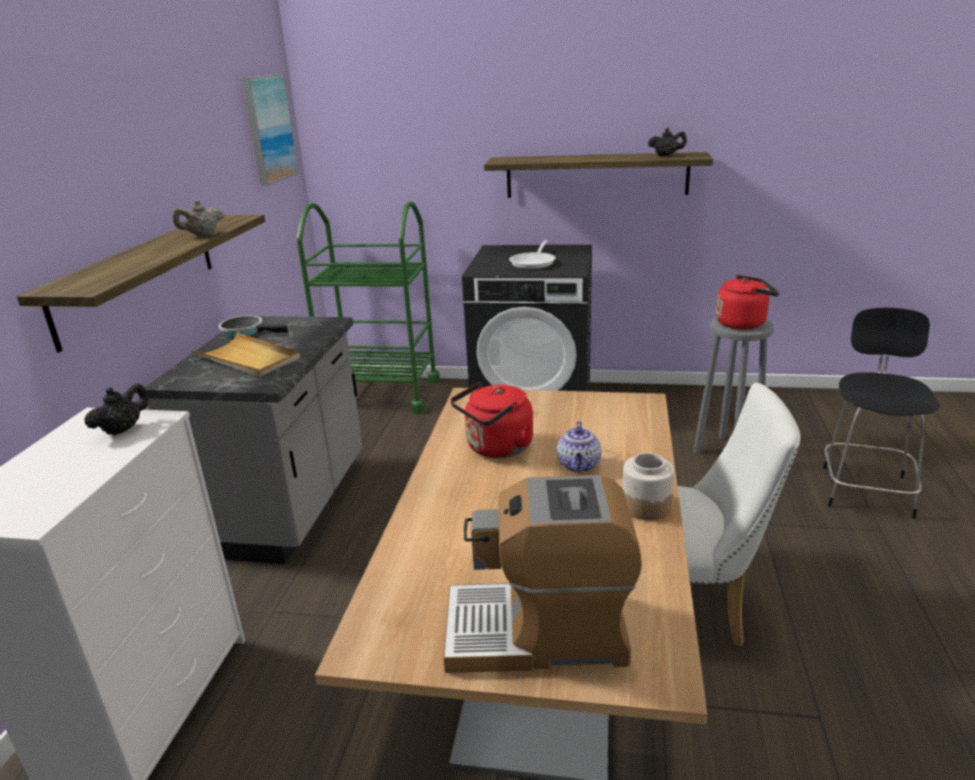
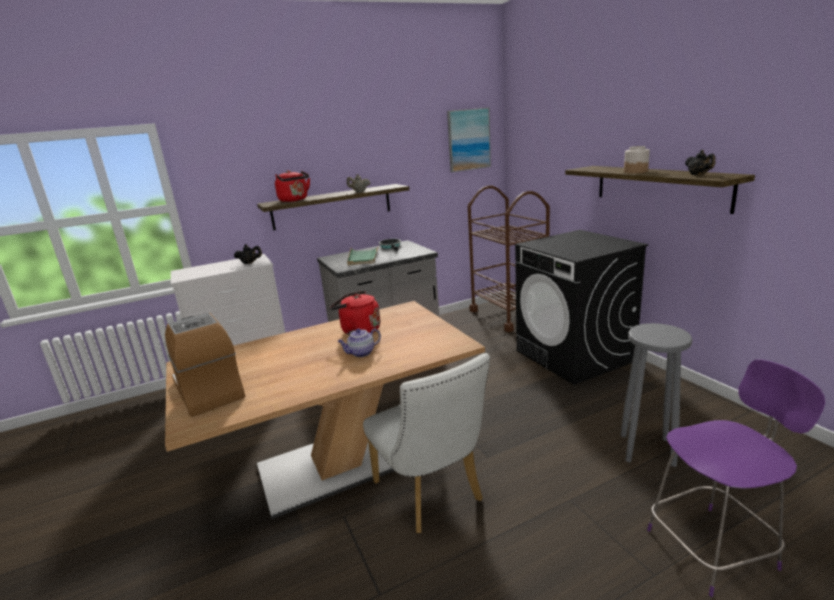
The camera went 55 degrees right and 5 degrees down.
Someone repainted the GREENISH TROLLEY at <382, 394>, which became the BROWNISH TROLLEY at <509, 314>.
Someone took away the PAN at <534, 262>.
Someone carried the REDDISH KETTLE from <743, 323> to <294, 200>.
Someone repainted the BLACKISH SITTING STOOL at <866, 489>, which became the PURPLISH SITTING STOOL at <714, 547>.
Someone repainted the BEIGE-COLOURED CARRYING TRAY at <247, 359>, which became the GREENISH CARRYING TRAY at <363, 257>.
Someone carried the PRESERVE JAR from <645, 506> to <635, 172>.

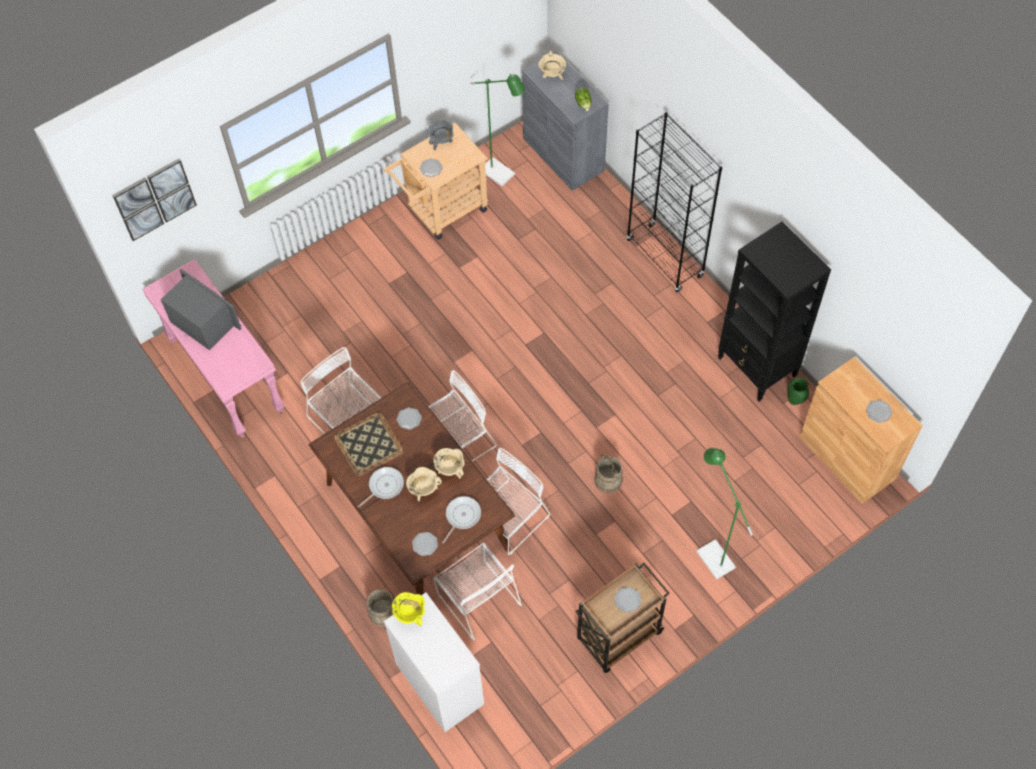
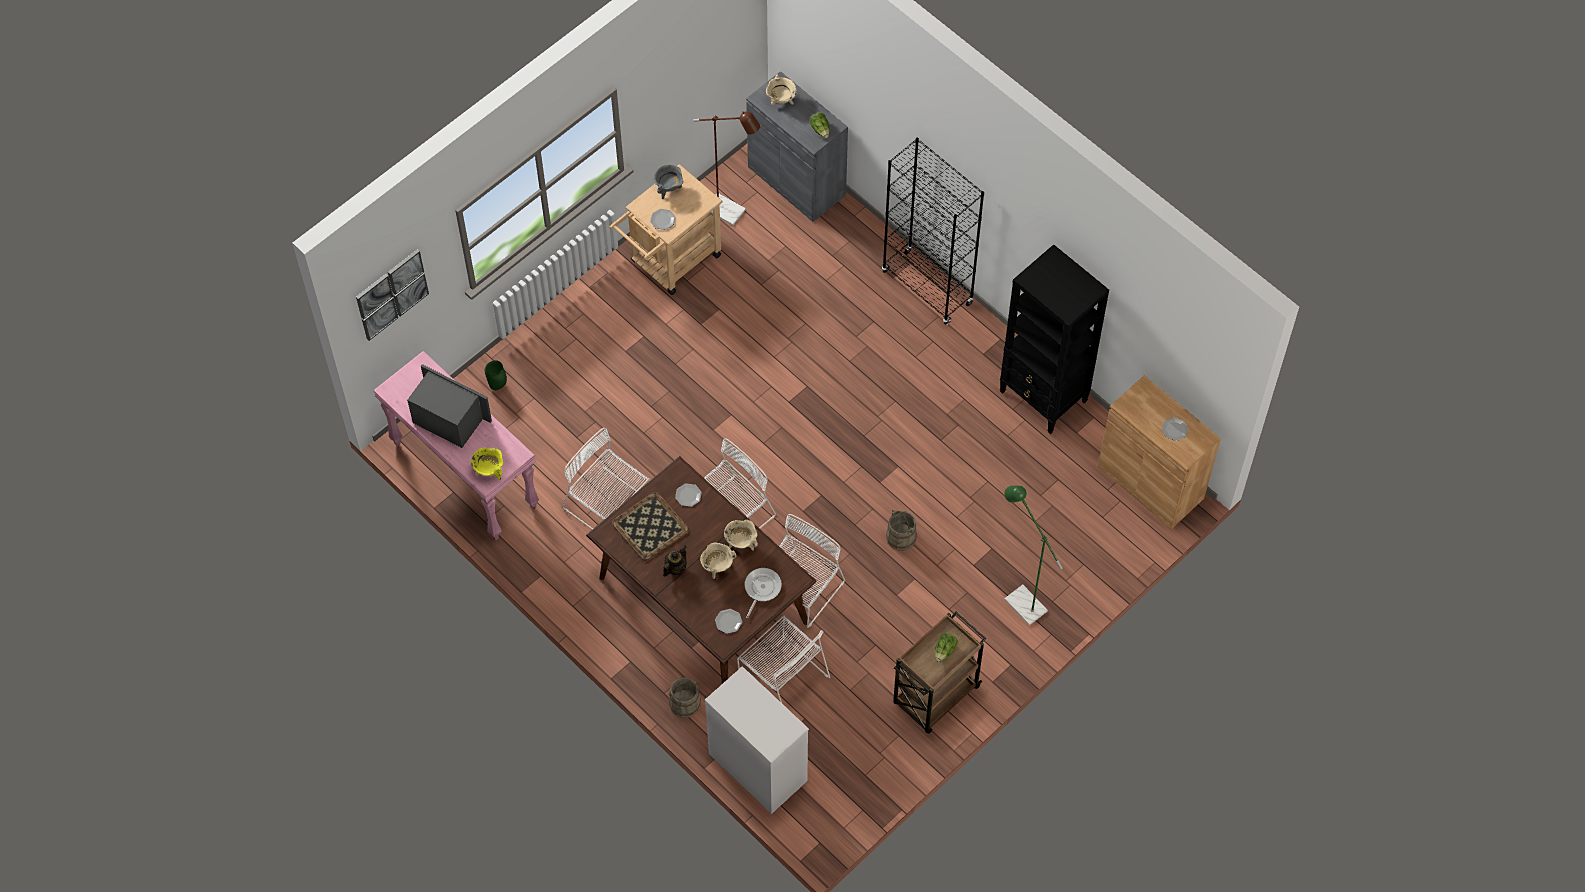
The camera went 10 degrees left and 0 degrees up.
Someone repainted the GREENISH STANDING LAMP at <502, 175>, which became the BROWNISH STANDING LAMP at <731, 213>.
Someone carried the GREENISH DECORATIVE VASE from <795, 400> to <498, 385>.
Someone swapped the PAN at <384, 486> for the TEAPOT at <675, 568>.
Someone swapped the PLATE at <628, 600> for the LETTUCE at <945, 650>.
Someone carried the YELLOW SAUCEPOT from <410, 615> to <489, 471>.

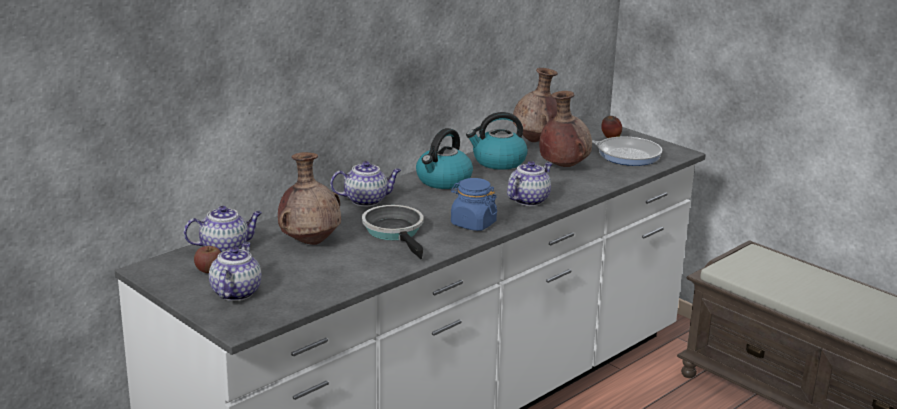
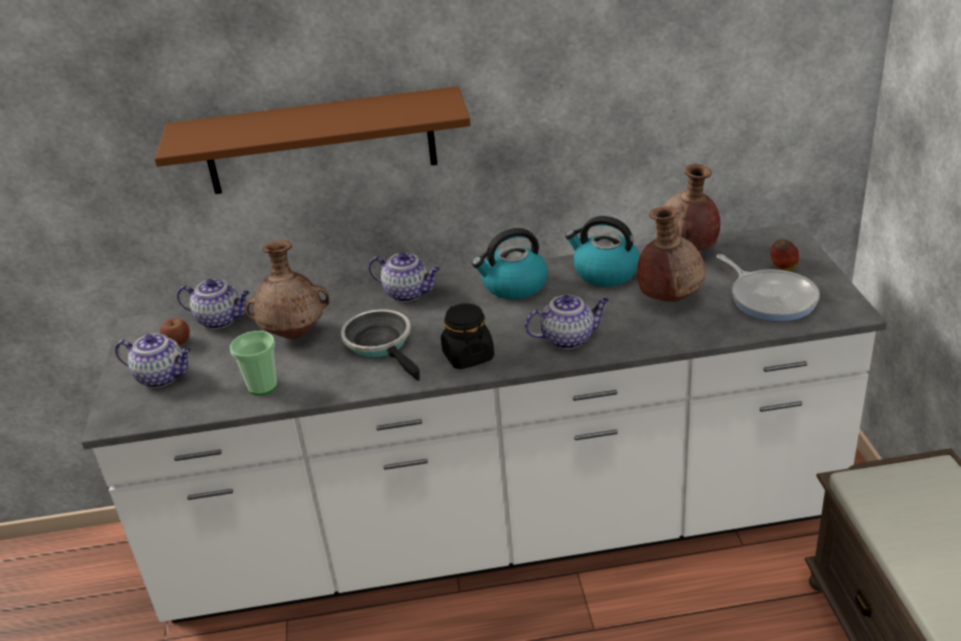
The camera went 40 degrees right and 10 degrees up.
Someone repainted the BLUISH PRESERVE JAR at <473, 224>, which became the BLACKISH PRESERVE JAR at <468, 356>.
Someone rotated the PAN at <395, 232> by 45 degrees counterclockwise.
Someone rotated the TEAPOT at <235, 292> by 60 degrees clockwise.
Someone put up the BROWNISH SHELF at <320, 141>.
Someone put down the CUP at <262, 386>.

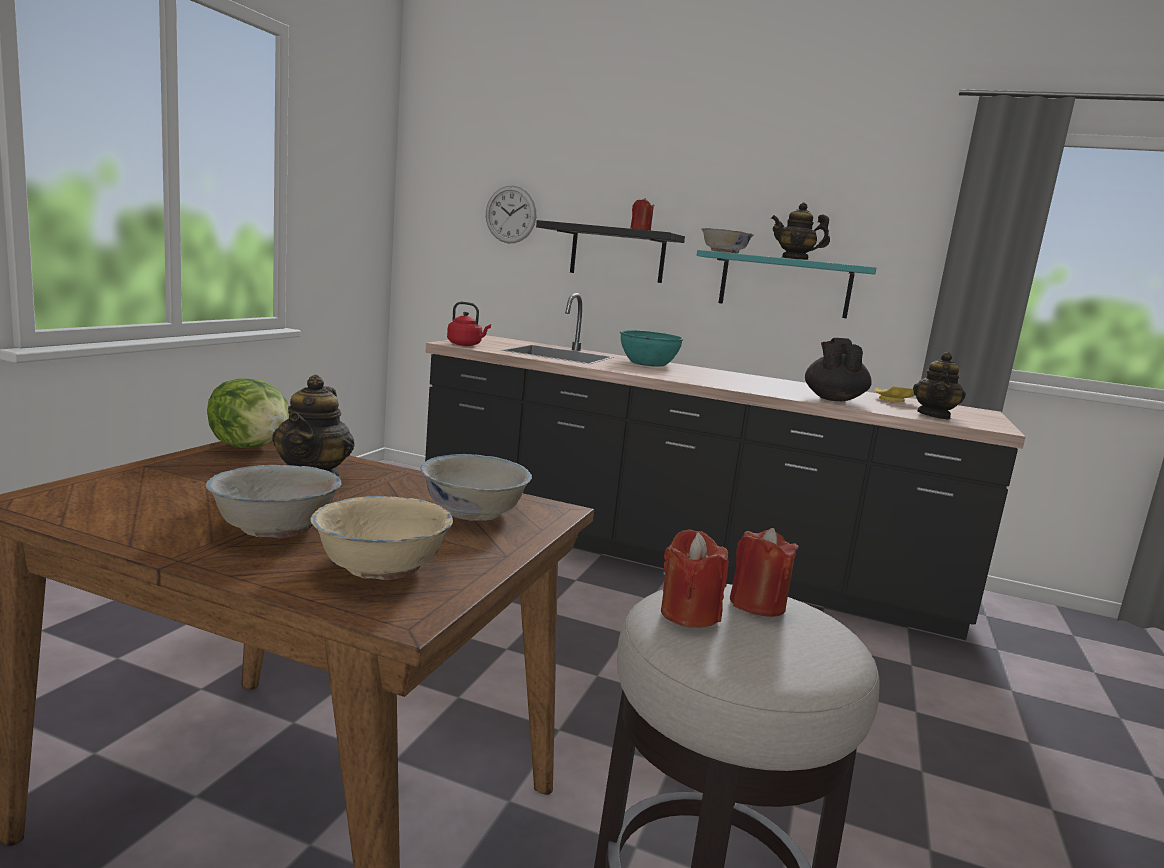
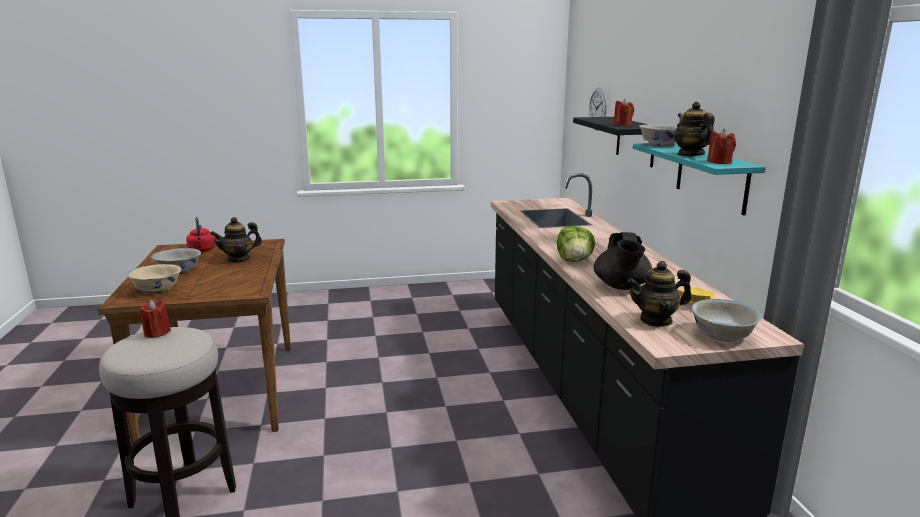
The camera went 60 degrees right and 5 degrees up.
Someone carried the REDDISH KETTLE from <466, 345> to <202, 250>.
Someone took away the BLUE-GREEN SERVING BOWL at <648, 363>.
Someone rotated the BLACKISH TEAPOT at <833, 399> by 120 degrees clockwise.
Someone carried the LETTUCE from <251, 446> to <574, 261>.
Someone carried the WHITE SERVING BOWL from <473, 511> to <722, 335>.
Someone carried the REDDISH CANDLE from <757, 604> to <719, 162>.

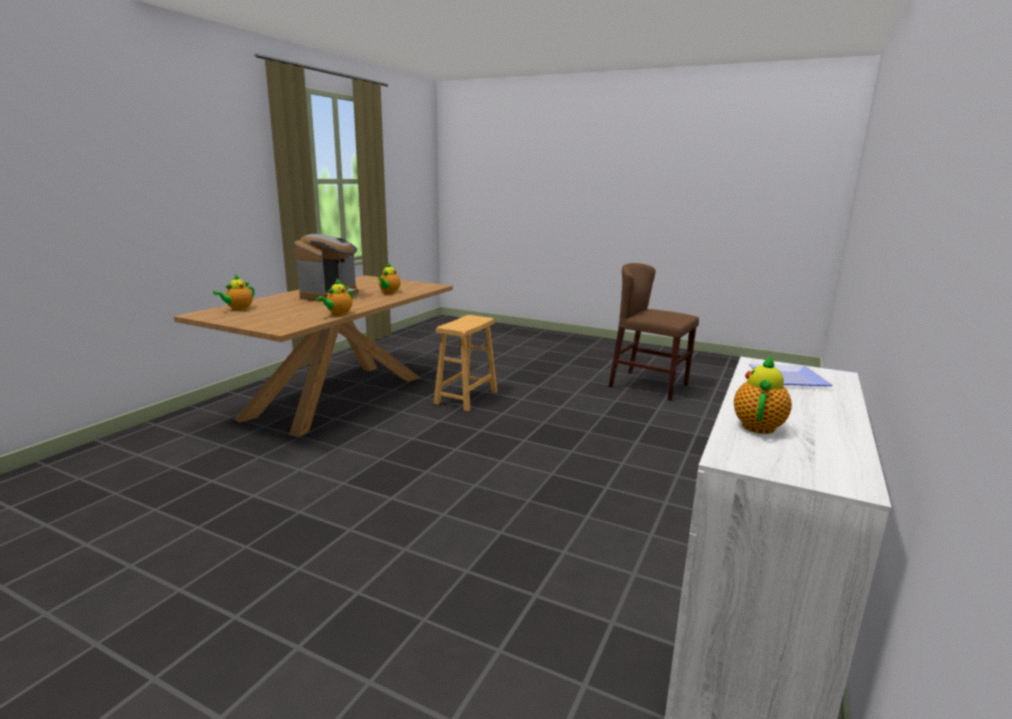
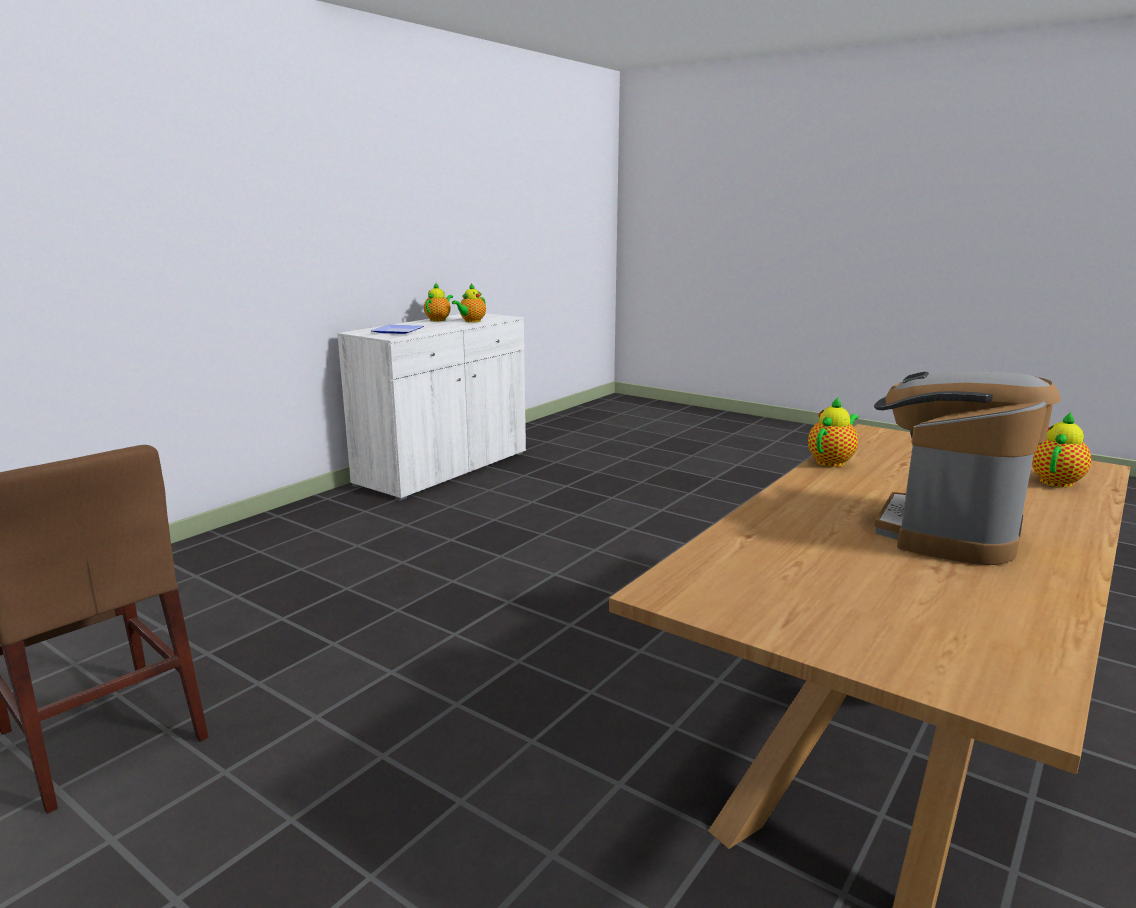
The camera went 170 degrees left and 0 degrees up.
Someone carried the TEAPOT from <389, 292> to <439, 320>.
Someone took away the BROWNISH SITTING STOOL at <466, 397>.

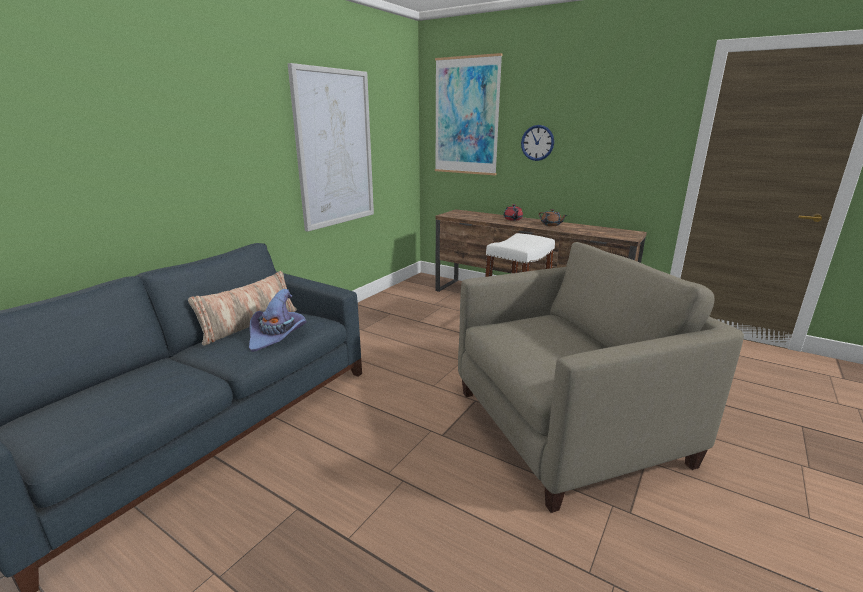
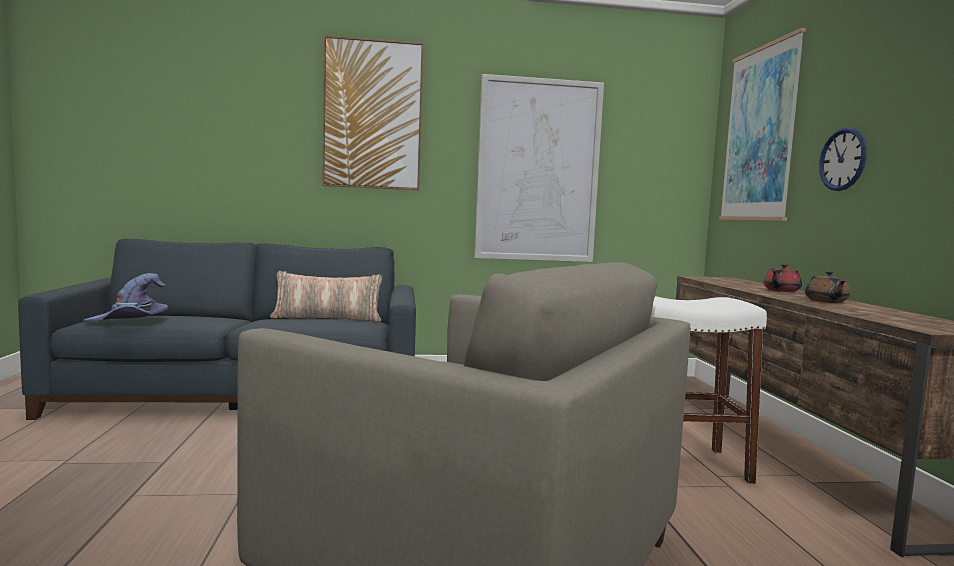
The camera went 50 degrees right and 15 degrees down.
Someone carried the PURPLISH CLOTHING HAT from <277, 335> to <130, 322>.
Someone put up the WALL ART at <373, 115>.

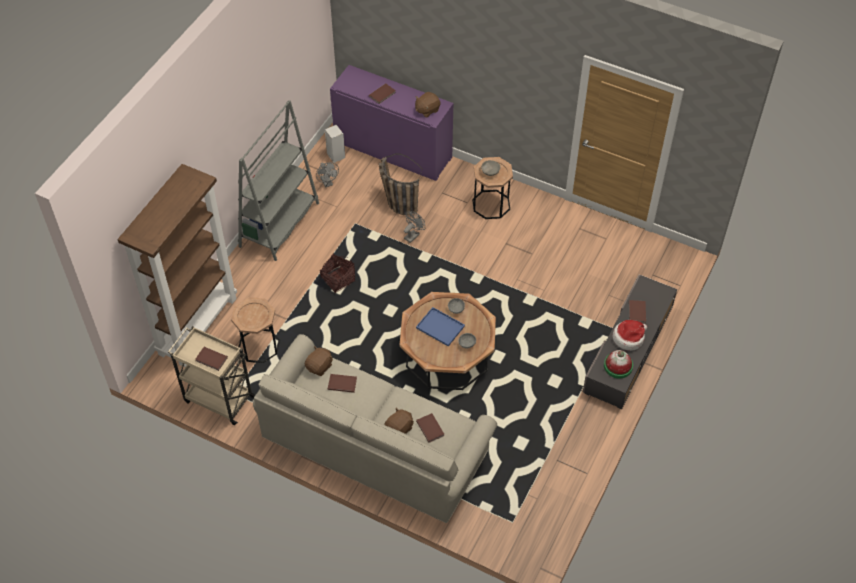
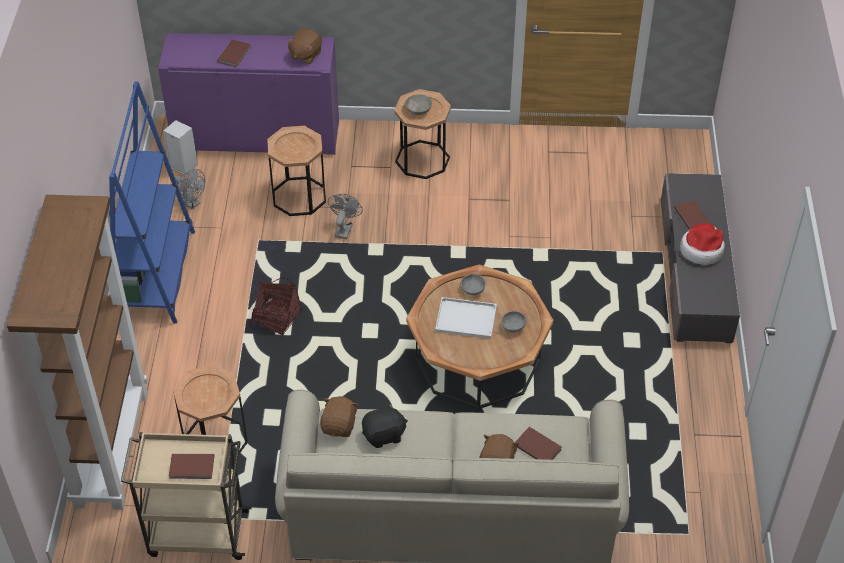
The camera went 25 degrees left and 5 degrees down.
Someone repainted the GRAY BOOKSHELF at <279, 225>, which became the BLUISH BOOKSHELF at <155, 276>.
Someone swapped the BASKET at <397, 202> for the BROWNISH SIDE TABLE at <299, 196>.
Someone repainted the BLUISH CARRYING TRAY at <441, 327>, which became the WHITE CARRYING TRAY at <467, 318>.
Someone took away the CLOTHING HAT at <618, 366>.
Someone swapped the BROWNISH BOUND BOOK at <342, 383> for the BLACKISH PLUSH TOY at <384, 435>.

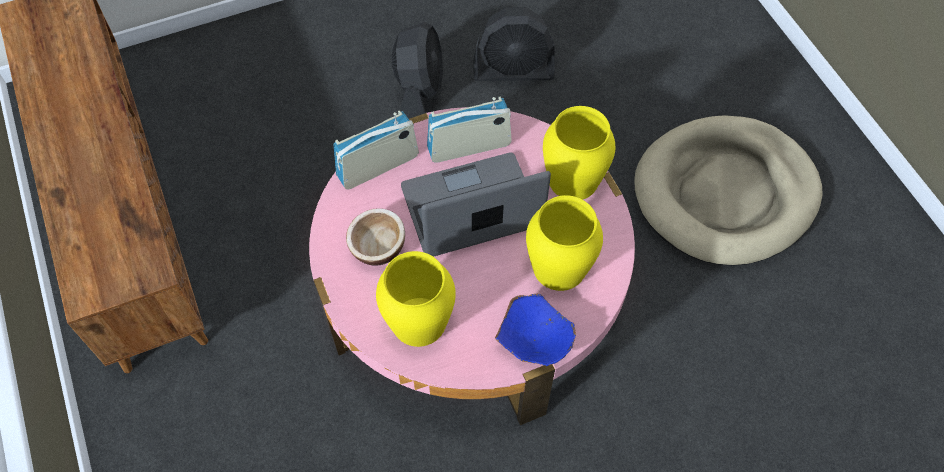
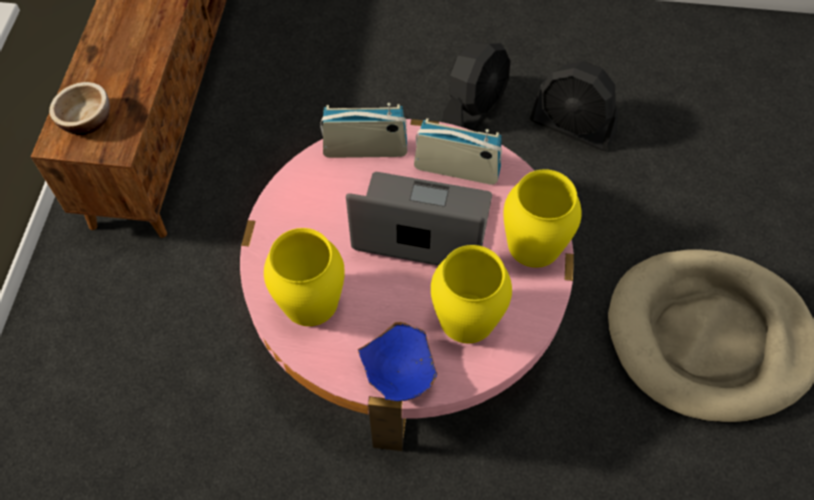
The camera went 30 degrees right and 0 degrees up.
Someone carried the SERVING BOWL from <378, 247> to <86, 120>.

